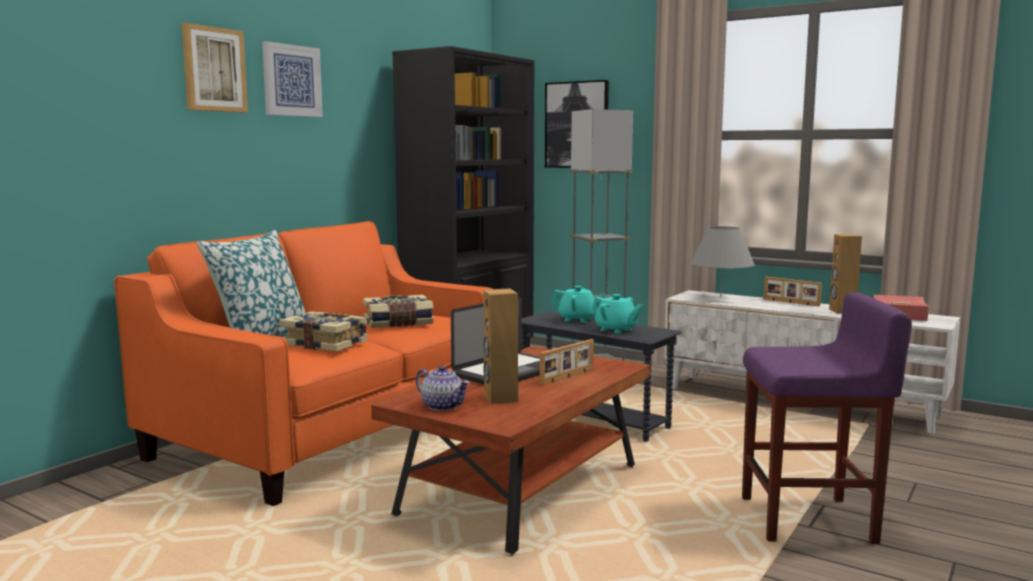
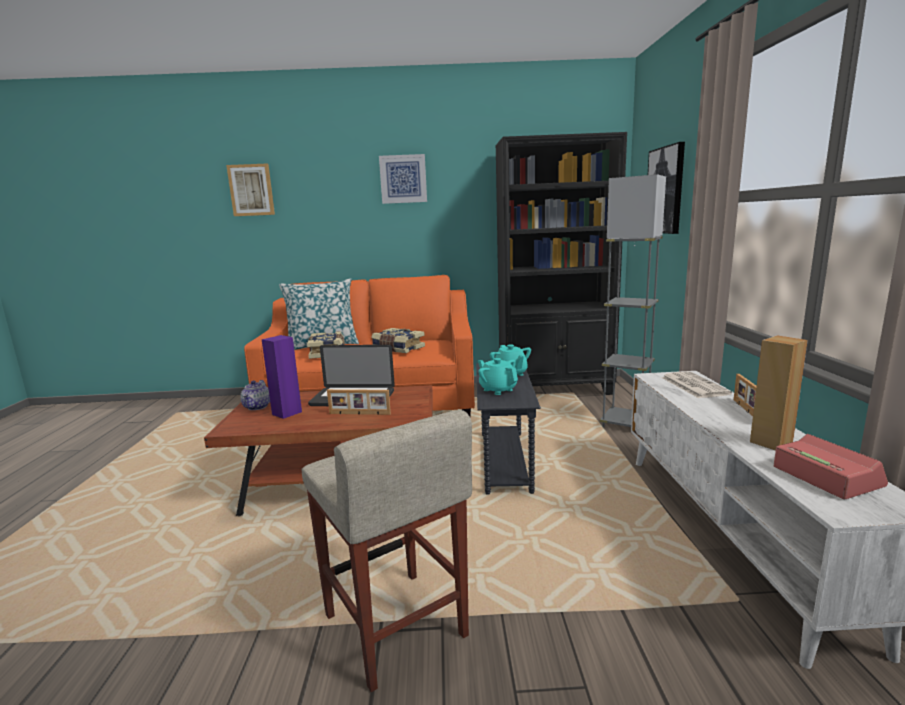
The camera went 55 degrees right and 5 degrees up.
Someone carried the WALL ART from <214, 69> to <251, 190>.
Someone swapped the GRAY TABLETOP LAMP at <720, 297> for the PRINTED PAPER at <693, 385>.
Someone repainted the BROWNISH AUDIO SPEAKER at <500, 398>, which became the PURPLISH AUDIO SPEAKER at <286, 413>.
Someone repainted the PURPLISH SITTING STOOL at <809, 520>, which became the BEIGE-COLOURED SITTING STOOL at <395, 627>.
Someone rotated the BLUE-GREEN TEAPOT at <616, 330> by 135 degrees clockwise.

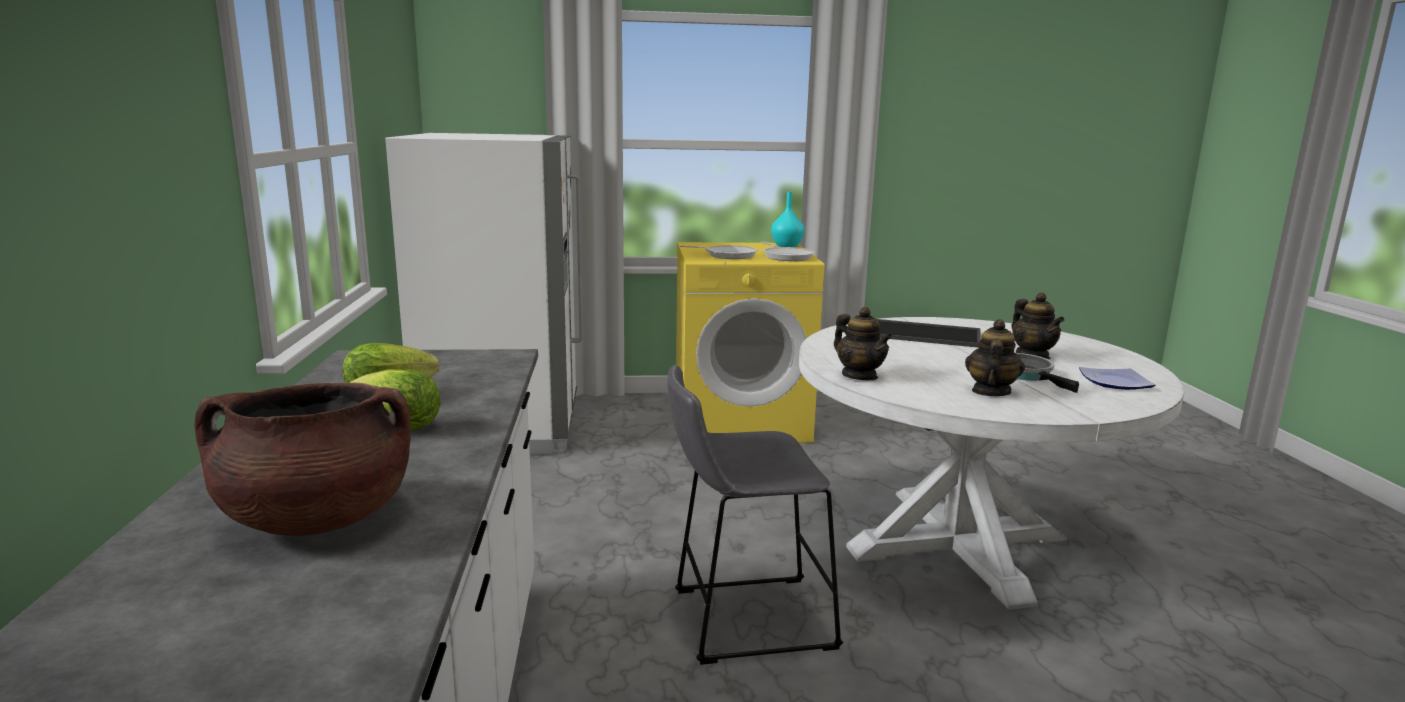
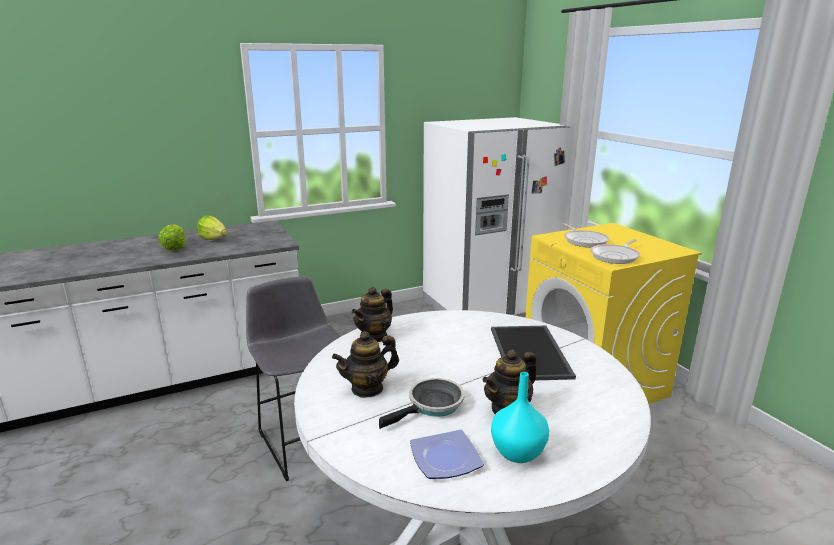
The camera went 70 degrees right and 5 degrees up.
Someone carried the BLUE-GREEN DECORATIVE VASE from <787, 246> to <517, 453>.
Someone rotated the TEAPOT at <990, 392> by 150 degrees clockwise.
Someone took away the BROWNISH SAUCEPOT at <317, 519>.

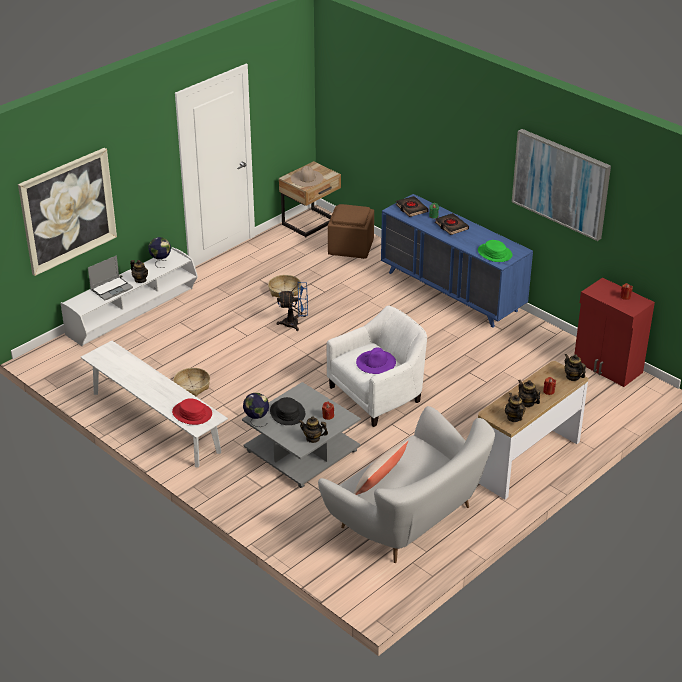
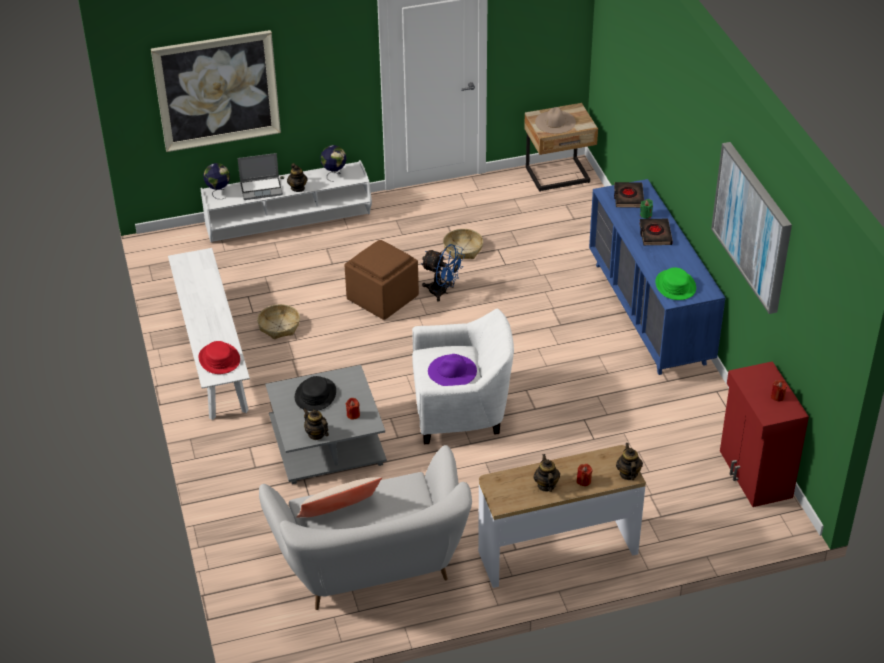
The camera went 30 degrees right and 5 degrees up.
Someone carried the BROWNISH POUFFE from <351, 247> to <383, 298>.
Someone carried the DESK GLOBE from <256, 421> to <218, 193>.
Someone took away the TEAPOT at <514, 418>.

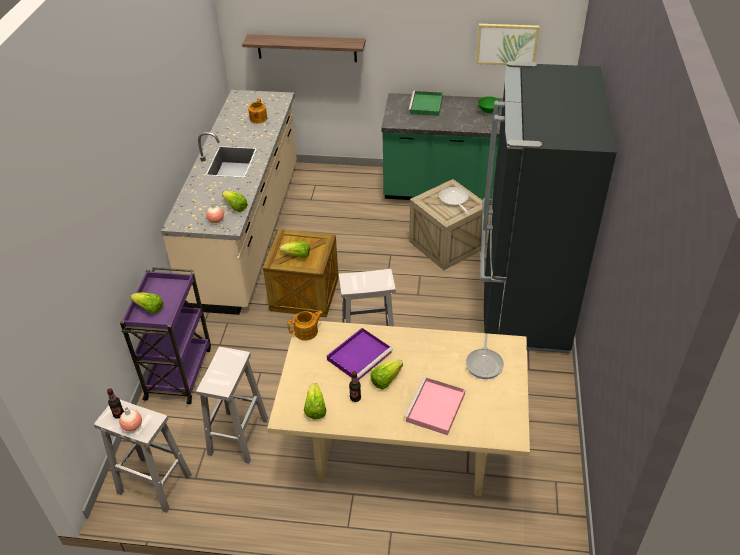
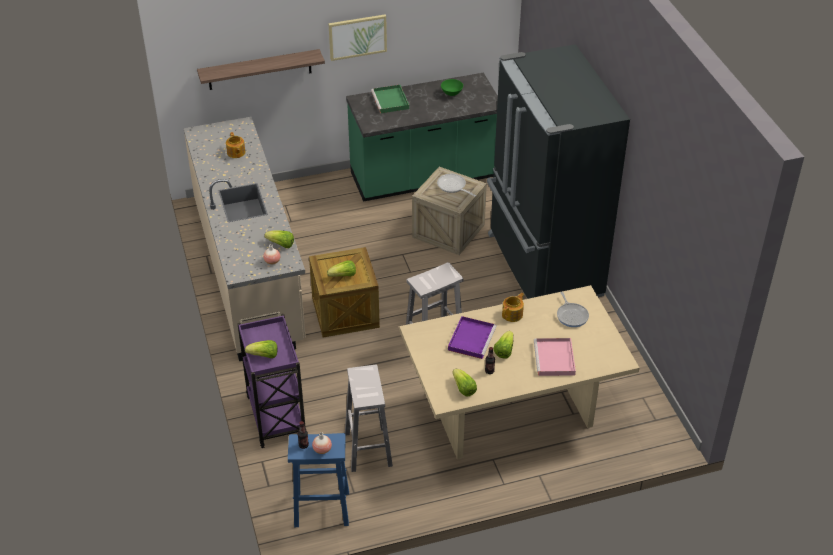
The camera went 25 degrees left and 0 degrees up.
Someone carried the WALL ART from <507, 44> to <357, 36>.
Someone carried the TEAPOT from <306, 331> to <513, 314>.
Someone repainted the WHITE SITTING STOOL at <153, 484>, which became the BLUISH SITTING STOOL at <320, 509>.

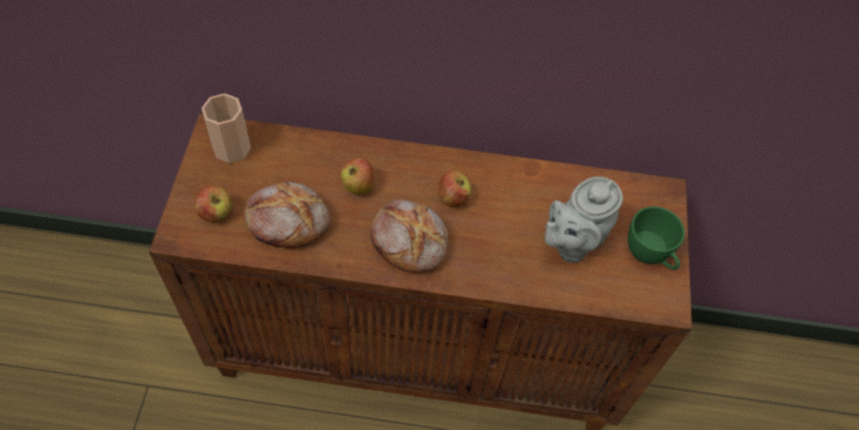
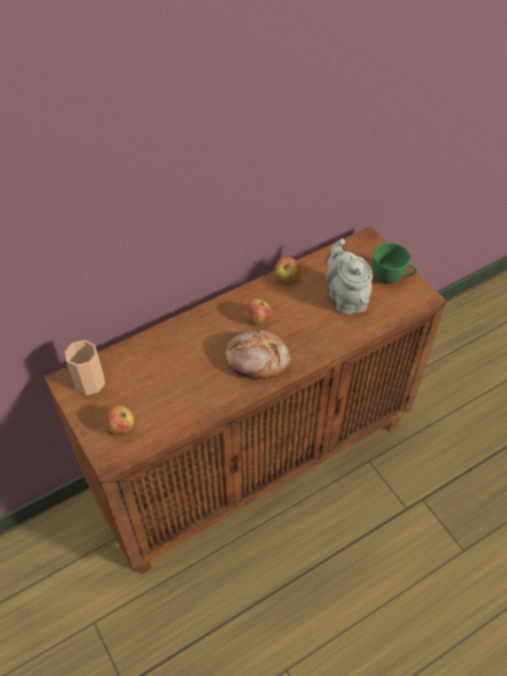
The camera went 35 degrees left and 5 degrees down.
Someone carried the WHOLE APPLE from <358, 186> to <287, 278>.
Someone rotated the GRAY TEAPOT at <572, 242> by 150 degrees clockwise.
Someone took away the BREAD at <288, 220>.

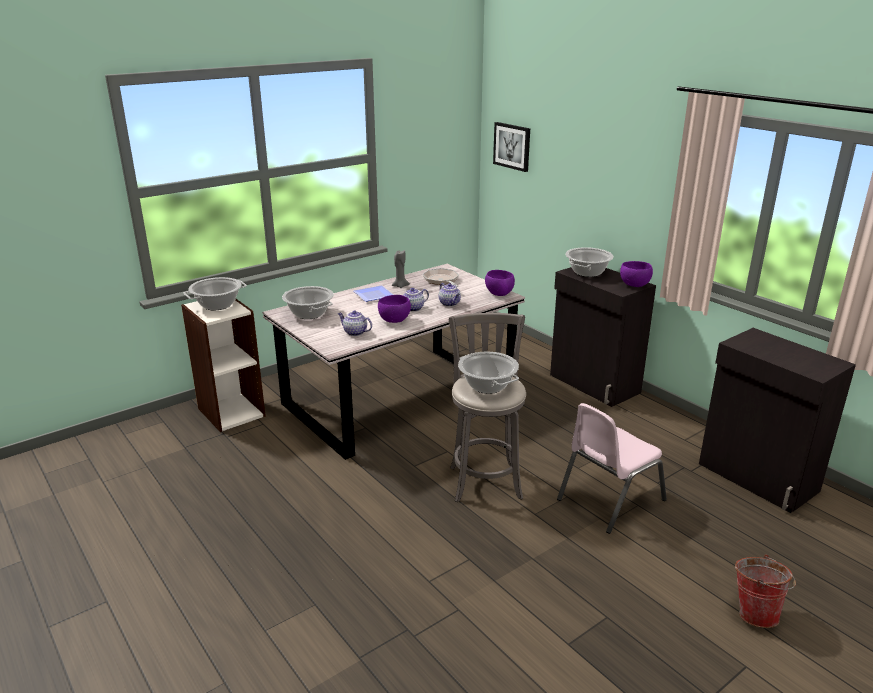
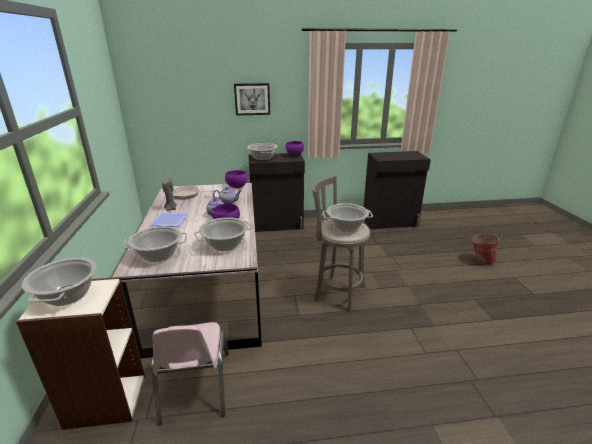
The camera went 60 degrees left and 0 degrees up.
Someone carried the WALL ART from <512, 146> to <252, 99>.
Someone swapped the TEAPOT at <354, 332> for the SAUCEPOT at <225, 244>.
Someone carried the PINKISH PLAIN CHAIR from <609, 499> to <195, 386>.

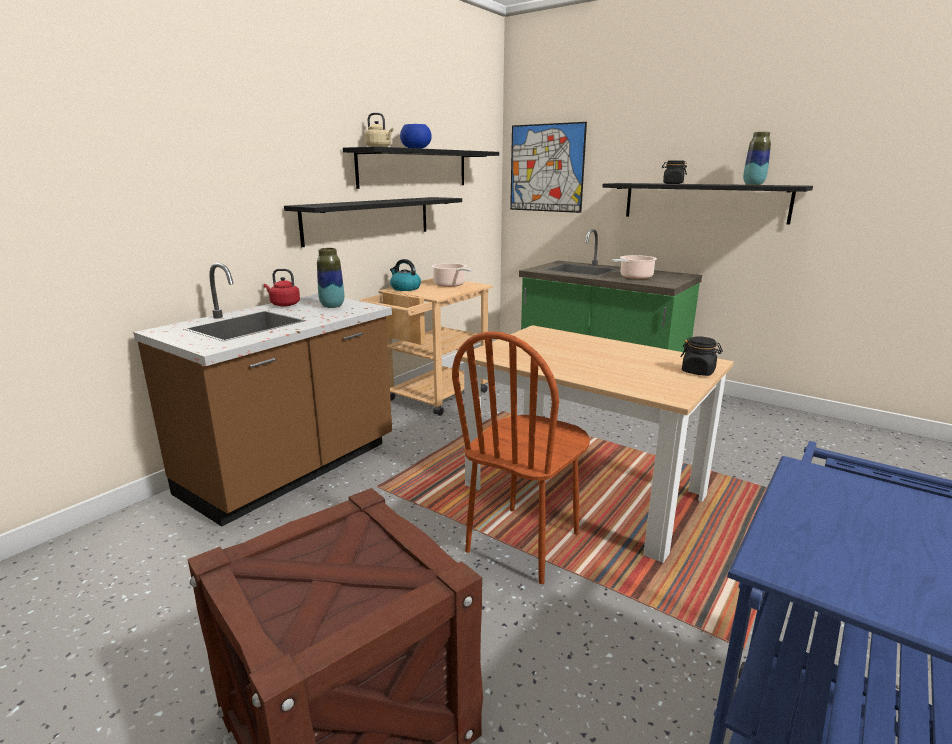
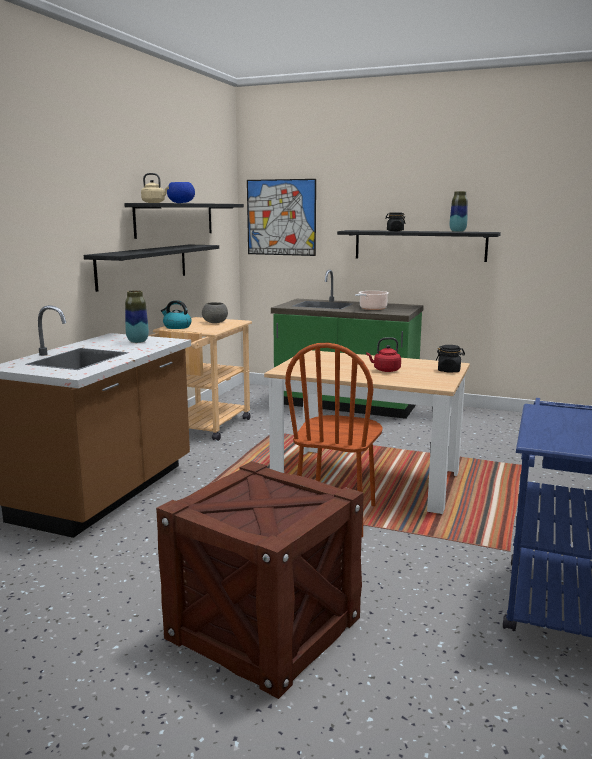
The camera went 15 degrees left and 5 degrees down.
Someone swapped the SAUCEPOT at <450, 285> for the GRAY SERVING BOWL at <215, 322>.
Someone carried the REDDISH KETTLE from <283, 304> to <385, 370>.

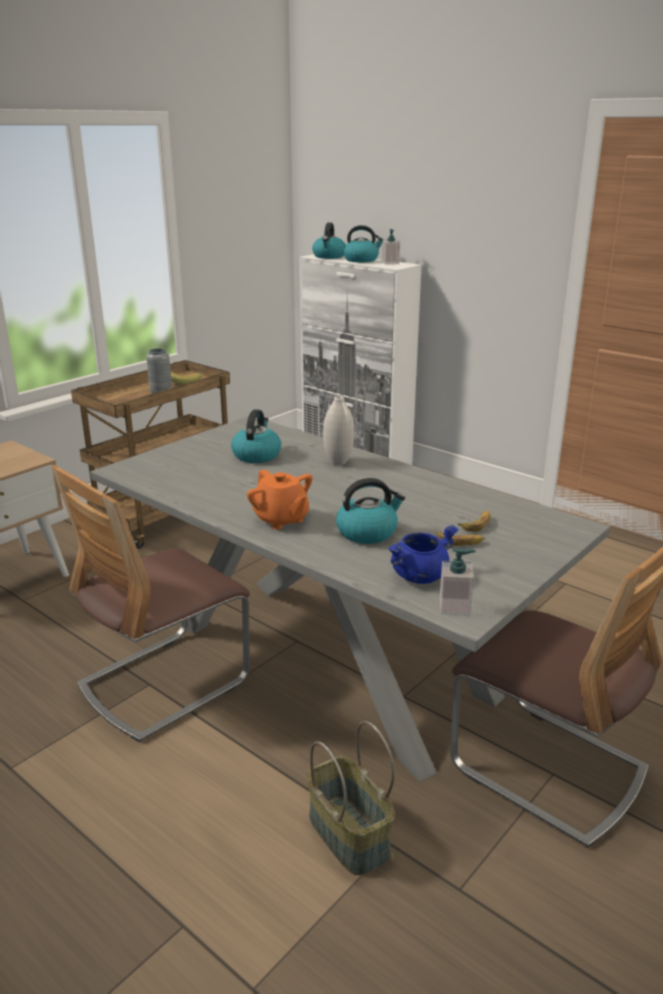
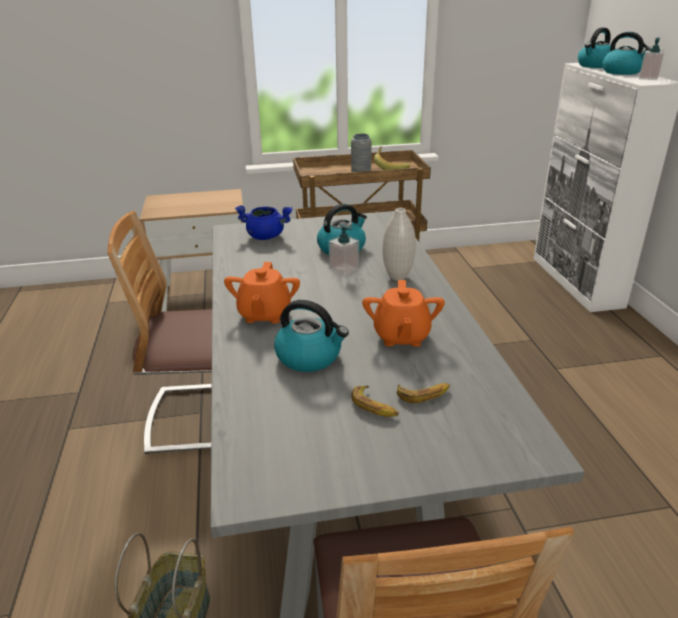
The camera went 40 degrees right and 5 degrees up.
Someone carried the BLUISH SAUCEPOT from <419, 576> to <266, 236>.
Someone carried the LIQUID SOAP BOTTLE from <455, 607> to <344, 269>.
Someone put down the ORANGE-COLOURED TEAPOT at <401, 336>.

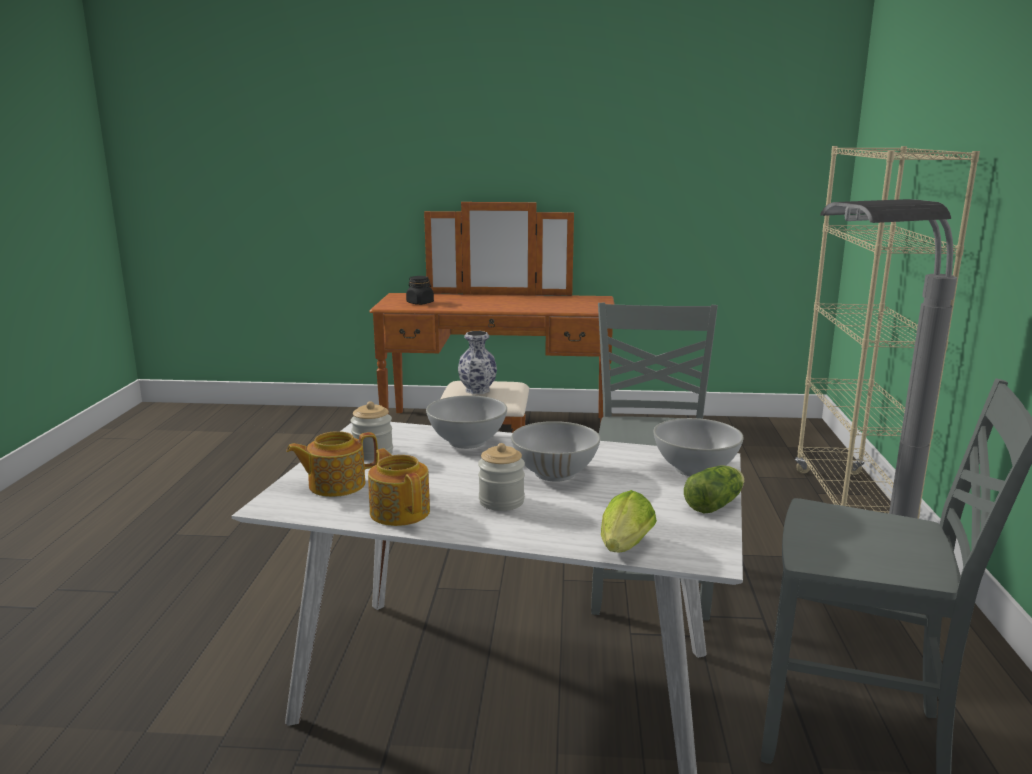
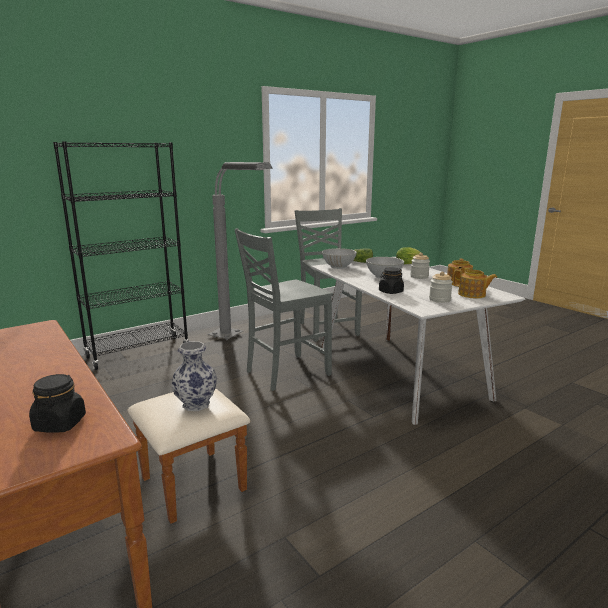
The camera went 130 degrees left and 0 degrees up.
Someone repainted the BEIGE-COLOURED BOOKSHELF at <850, 504>, which became the BLACKISH BOOKSHELF at <138, 352>.
Someone swapped the WHITE SERVING BOWL at <467, 442> for the BLACKISH PRESERVE JAR at <390, 292>.

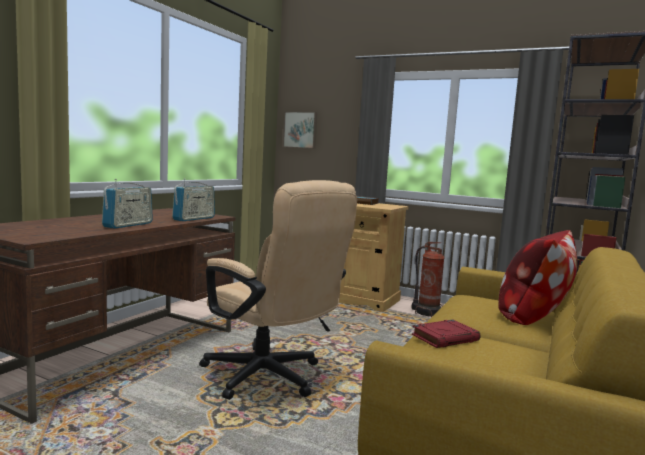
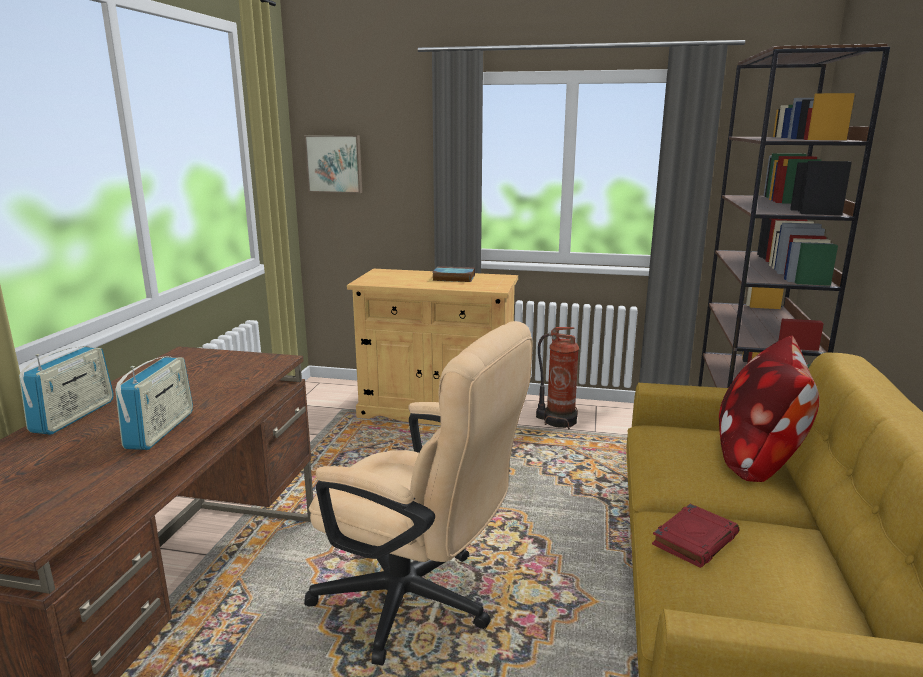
The camera went 15 degrees left and 10 degrees up.
Someone carried the RADIO from <194, 219> to <74, 416>.

